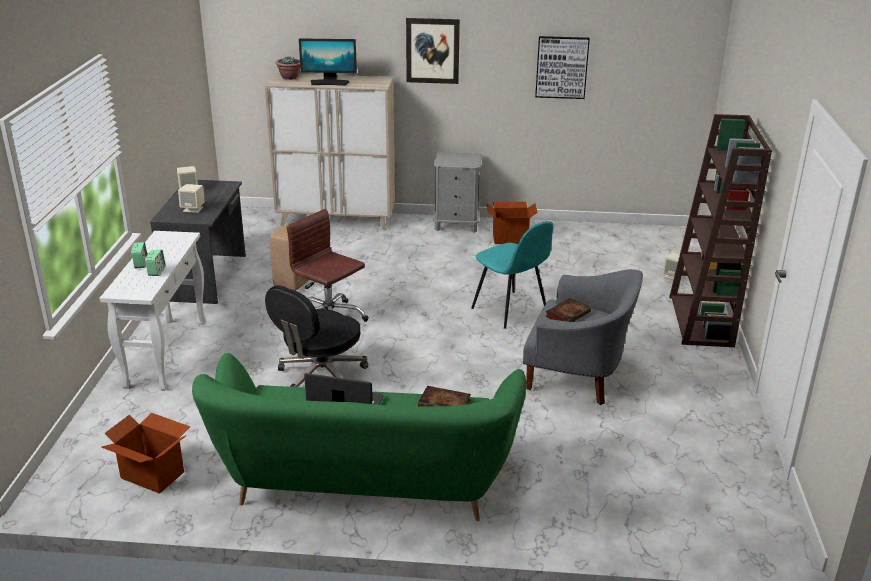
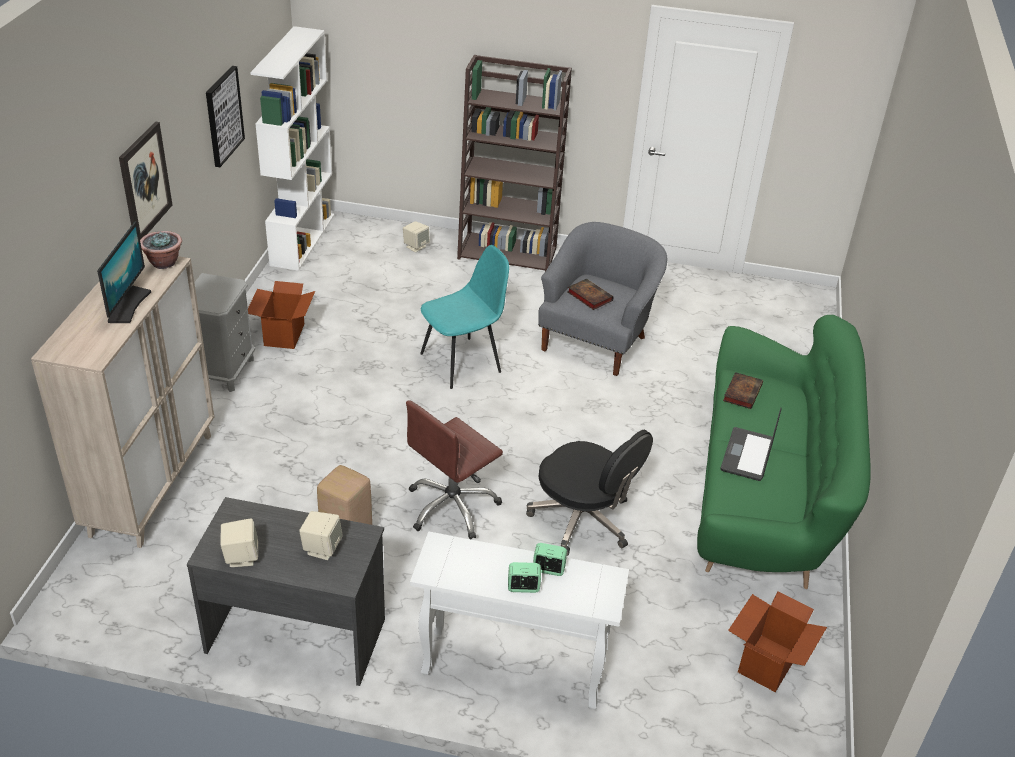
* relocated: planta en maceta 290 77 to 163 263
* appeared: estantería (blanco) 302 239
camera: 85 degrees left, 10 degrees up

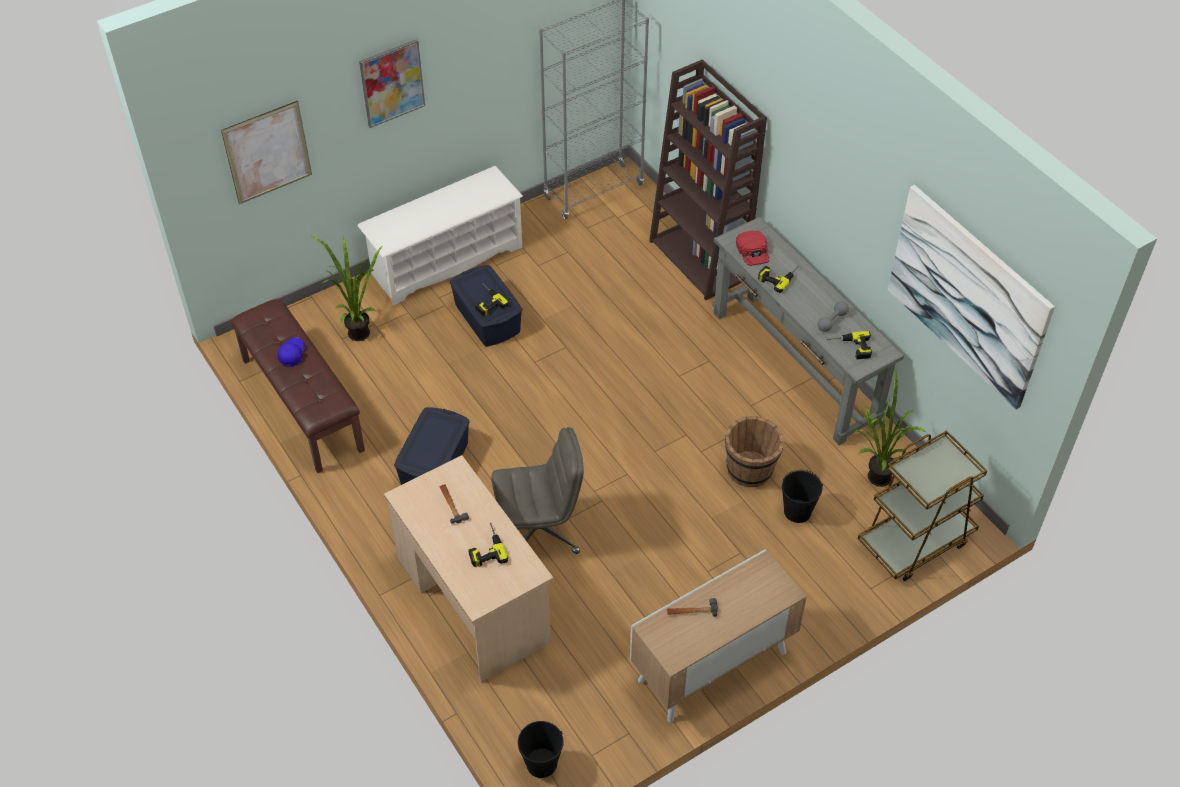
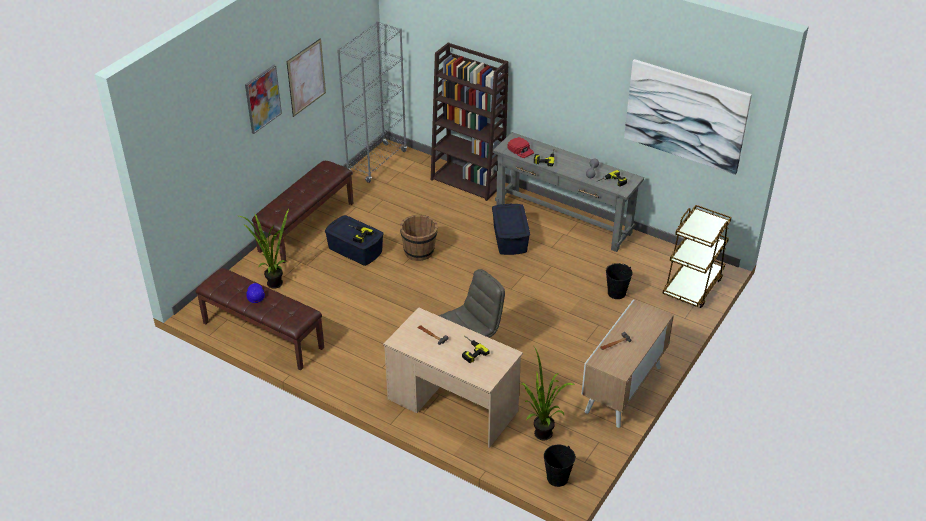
* relocated: cuadro 267 152 to 306 77
* exchanged: zapatero (blanco) 446 260 to banco (marrón) 306 226
* relocated: planta en maceta 873 479 to 540 436
* relocated: caja de almacenaje (azul) 434 464 to 509 238
* relocated: cubo (marrón) 750 470 to 419 252
camera: 25 degrees left, 10 degrees down

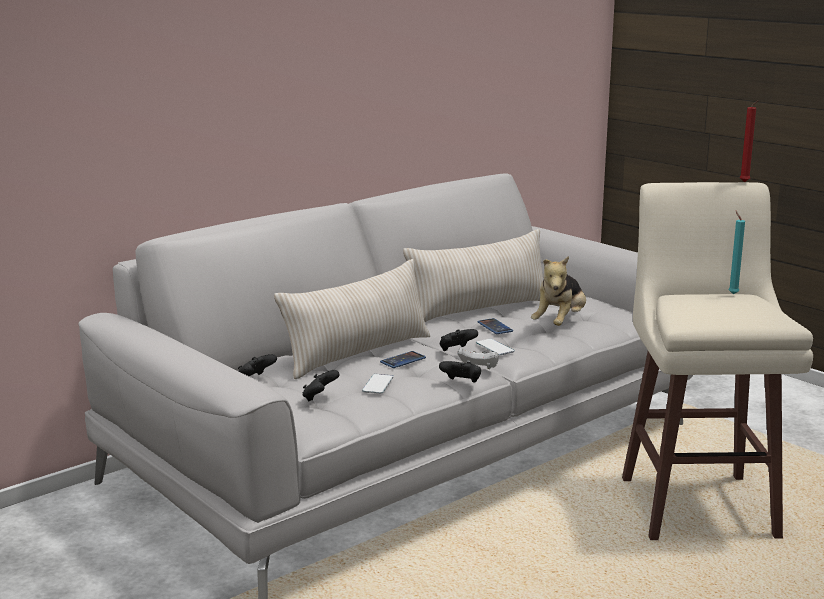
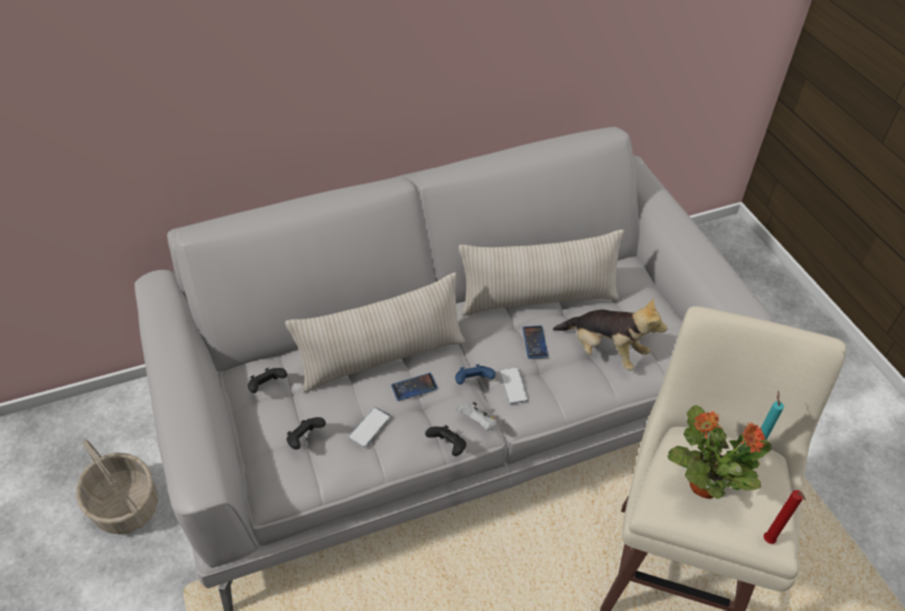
* relocated: vela (rojo) 745 182 to 768 542
* spun: peluche 560 323 = 605 350 105 degrees counterclockwise
* colour: mando de consola (negro) 456 350 to mando de consola (azul) 473 382
* appeared: planta en maceta 703 484
* appeared: cesta 127 506
camera: 20 degrees right, 30 degrees up

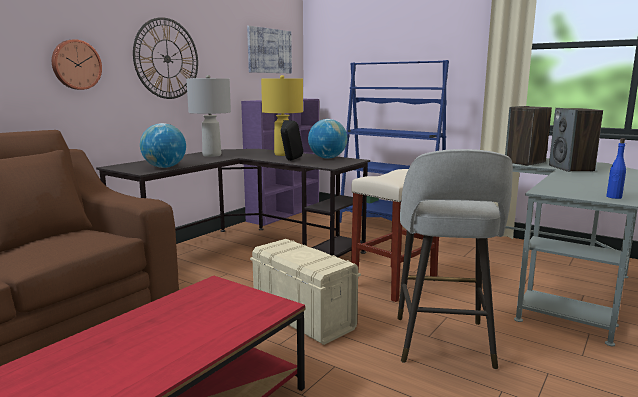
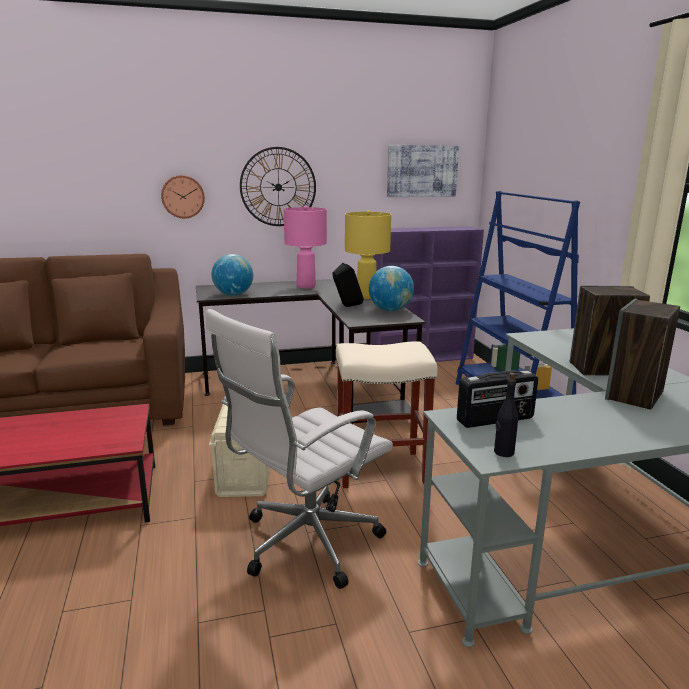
* colour: lámpara de mesa (gris) 211 155 to lámpara de mesa (rosa) 305 286
* colour: botella (azul) 614 197 to botella (negro) 503 452
* exchanged: taburete (gris) 443 343 to silla de oficina (blanco) 304 544
* appeared: radio 495 420
camera: 40 degrees right, 5 degrees up

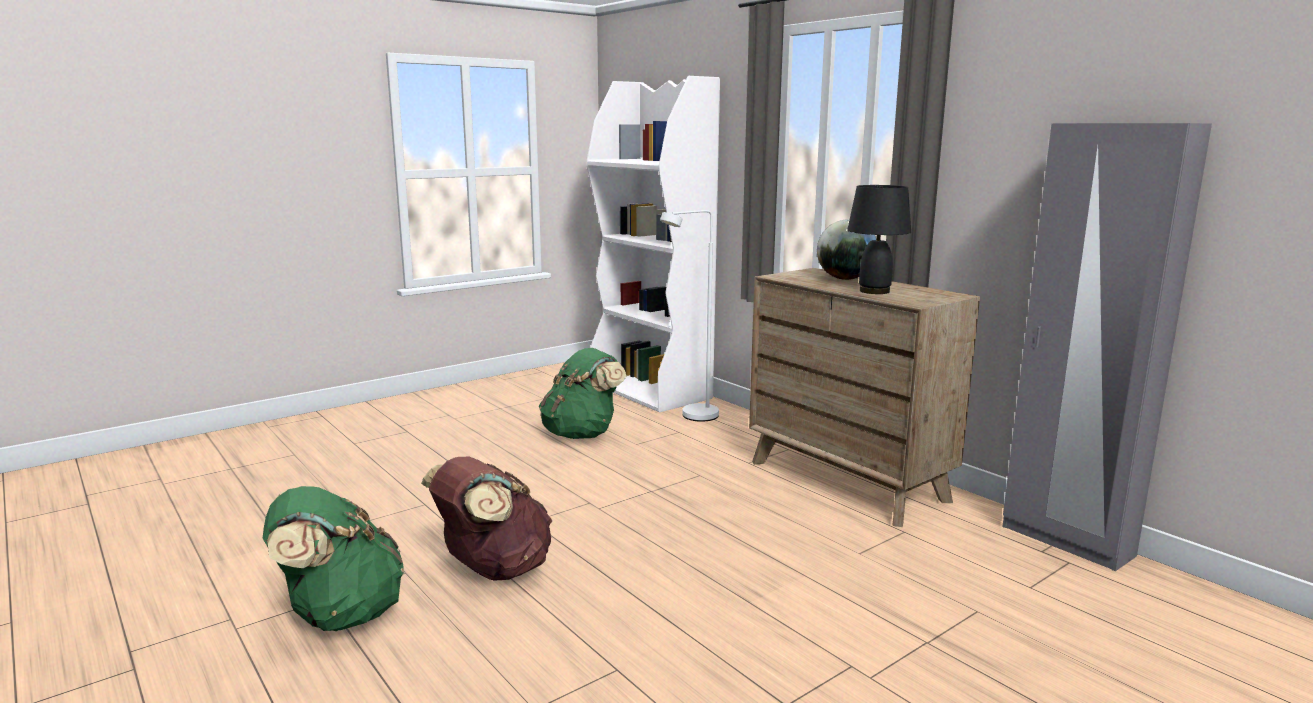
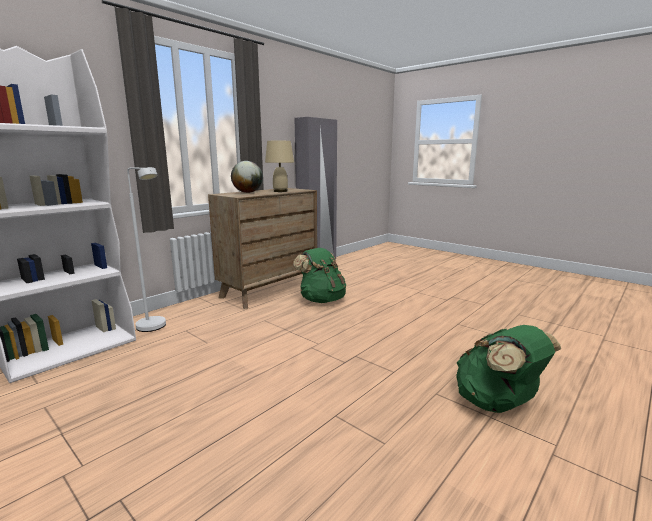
* colour: lámpara de mesa (negro) 874 291 to lámpara de mesa (beis) 280 191
* relocated: mochila (verde) 582 434 to 321 300
* missing: mochila (marrón) 493 569
camera: 100 degrees left, 0 degrees up

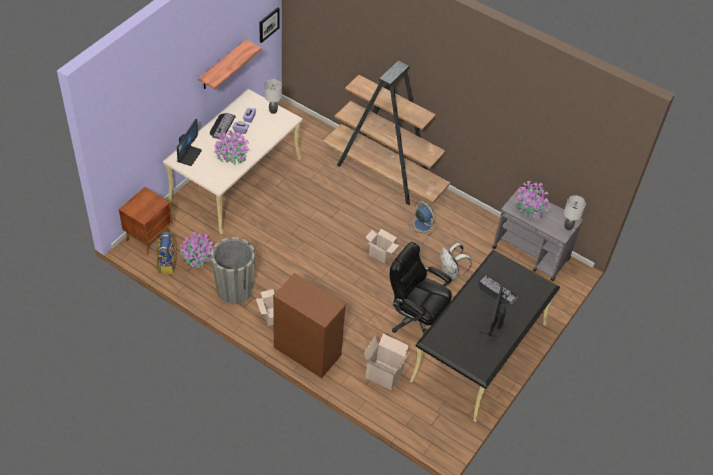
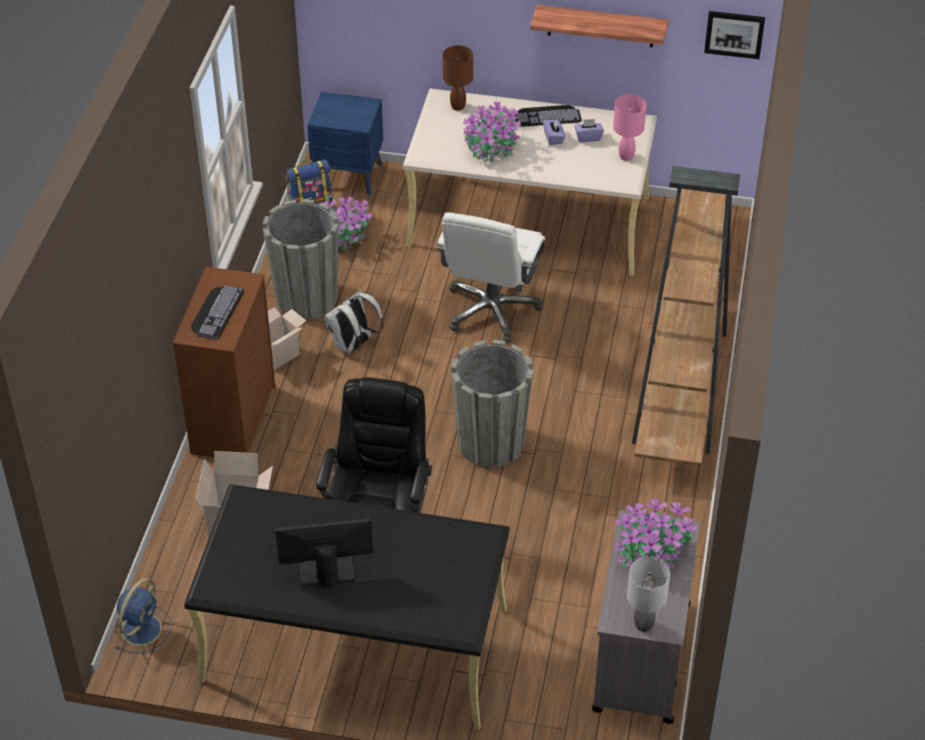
* colour: lámpara de mesa (gris) 273 111 to lámpara de mesa (rosa) 626 156
* exchanged: monitor 189 155 to lámpara de mesa (marrón) 458 106
* colour: mesita de noche (marrón) 149 237 to mesita de noche (azul) 350 177
* relocated: ventilador (azul) 422 224 to 142 628
* exchanged: caja de cartón 381 255 to maceta (gris) 491 443
* relocated: mochila (blanco) 451 273 to 353 346
* relocated: teclado 496 291 to 215 311
* appeared: silla de oficina (blanco) 491 310
camera: 70 degrees right, 5 degrees down

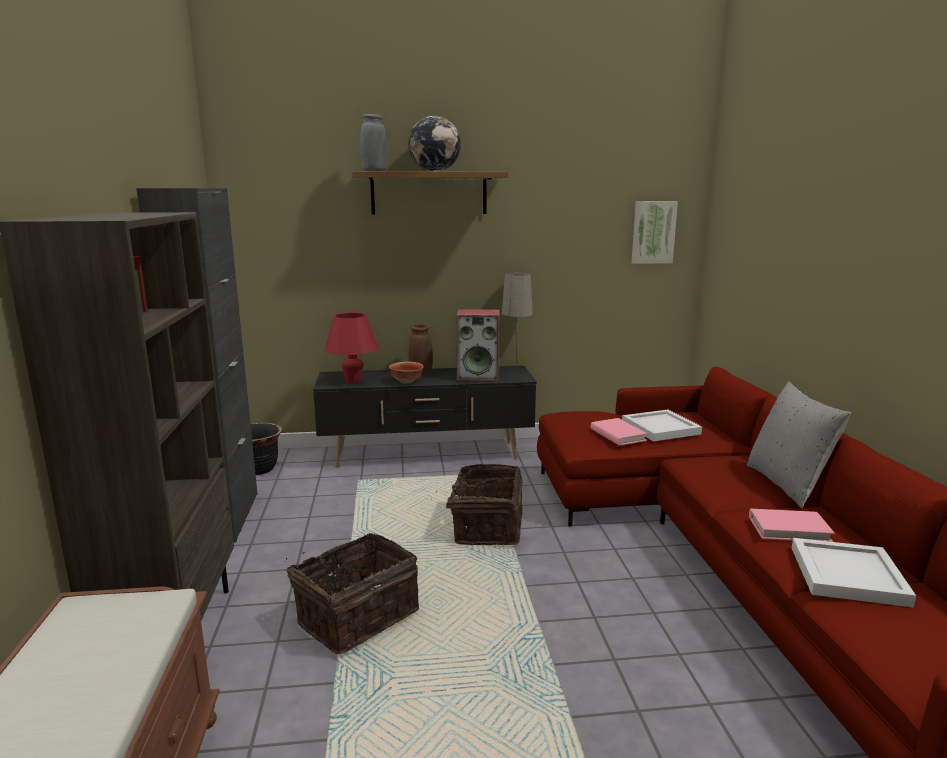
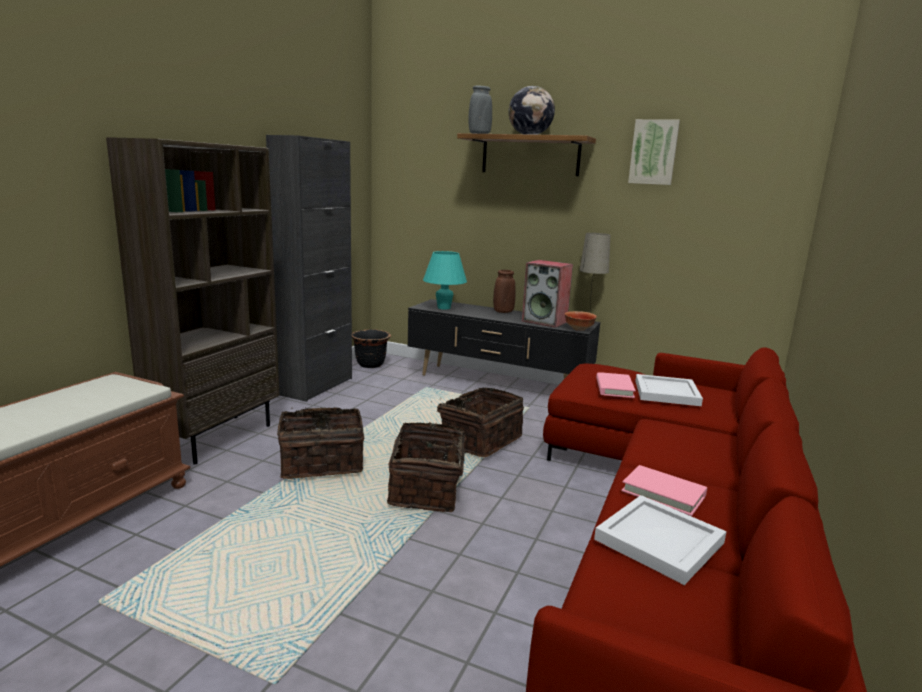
* relocated: cuadro 653 232 to 653 152
* colour: lámpara de mesa (rojo) 353 381 to lámpara de mesa (turquesa) 444 308
* relocated: cuenco 407 381 to 579 329
* missing: cojín (gris) 787 484
* appeared: cesta 427 489
camera: 30 degrees right, 0 degrees up

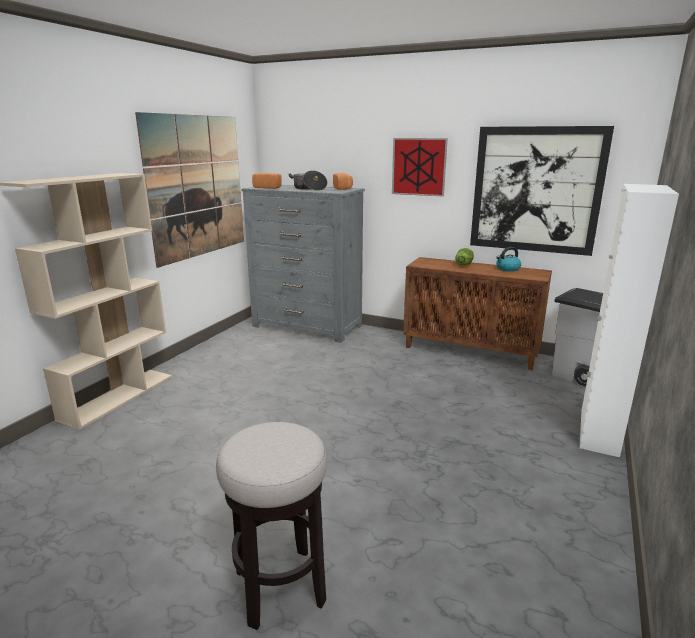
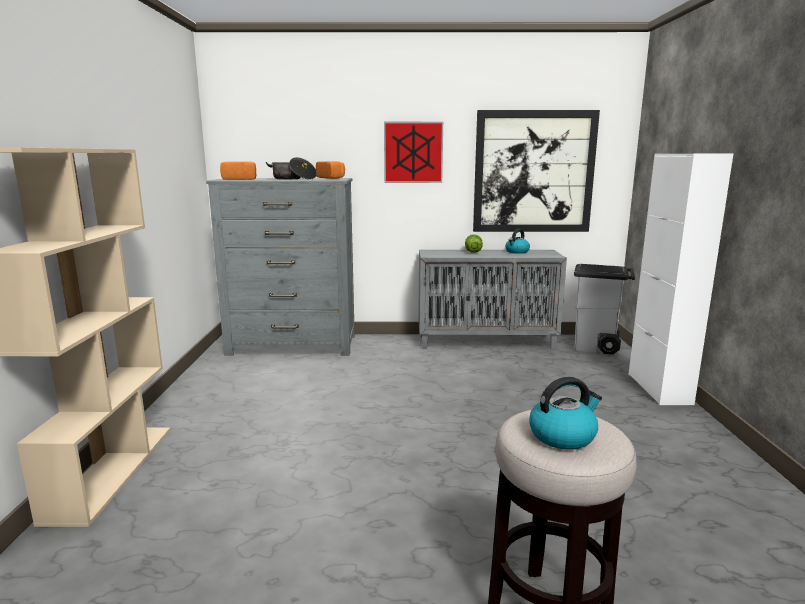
* missing: cuadro 197 187
* colour: armario (marrón) 471 351 to armario (gris) 486 342
* appeared: hervidor 563 436
camera: 25 degrees left, 5 degrees down

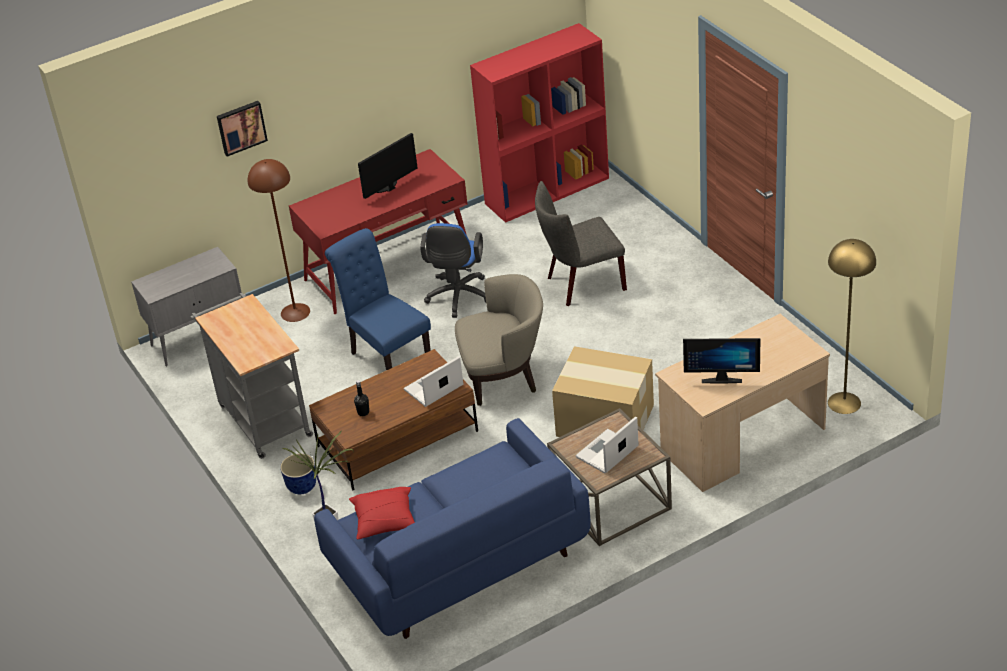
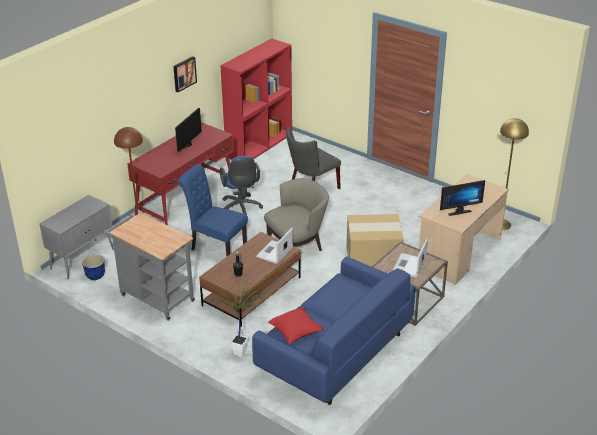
* relocated: cuadro 241 127 to 184 73
* relocated: maceta 302 487 to 95 276
camera: 25 degrees left, 5 degrees down

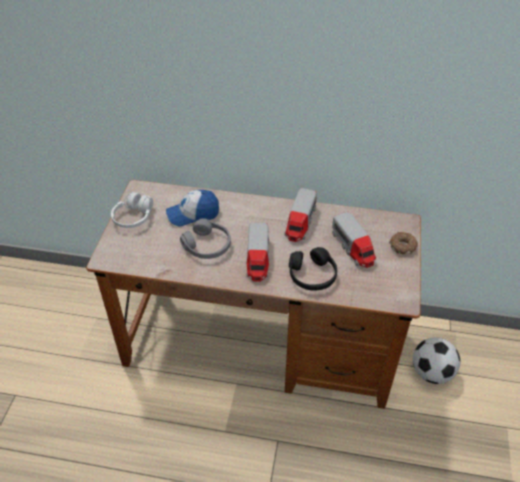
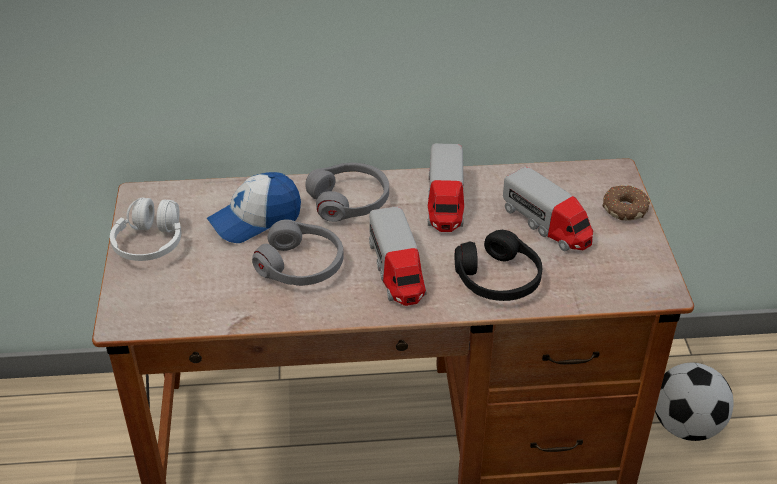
* appeared: auriculares (gris) 349 201
camera: 15 degrees left, 5 degrees down

